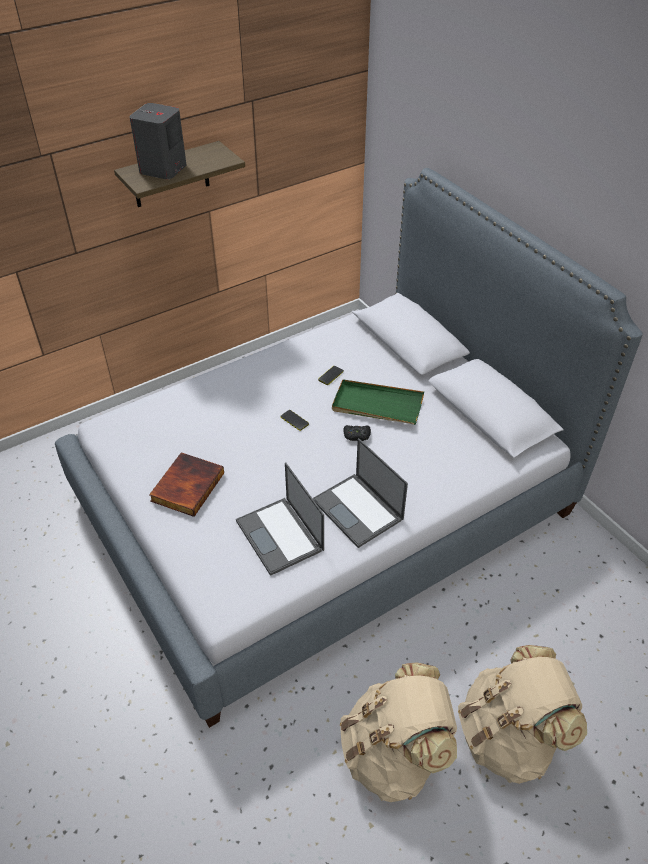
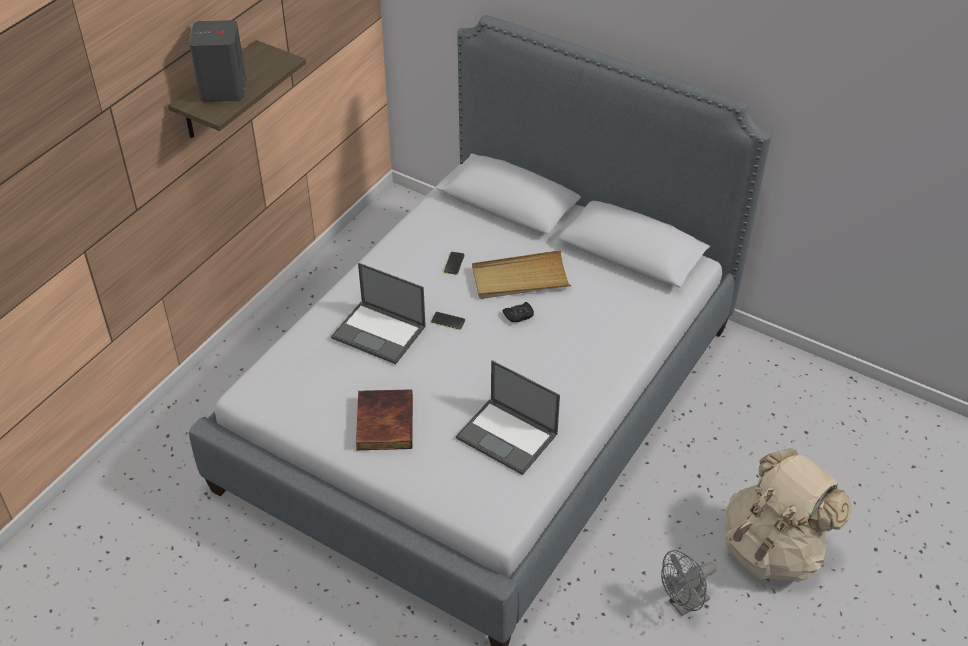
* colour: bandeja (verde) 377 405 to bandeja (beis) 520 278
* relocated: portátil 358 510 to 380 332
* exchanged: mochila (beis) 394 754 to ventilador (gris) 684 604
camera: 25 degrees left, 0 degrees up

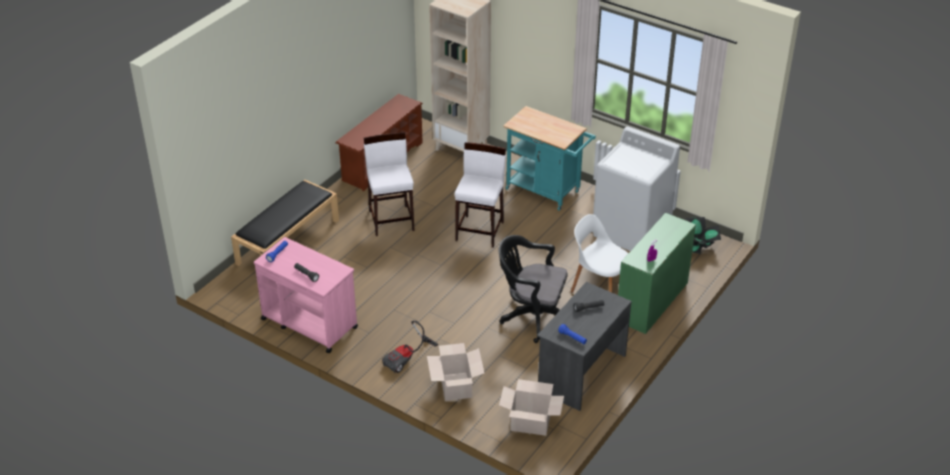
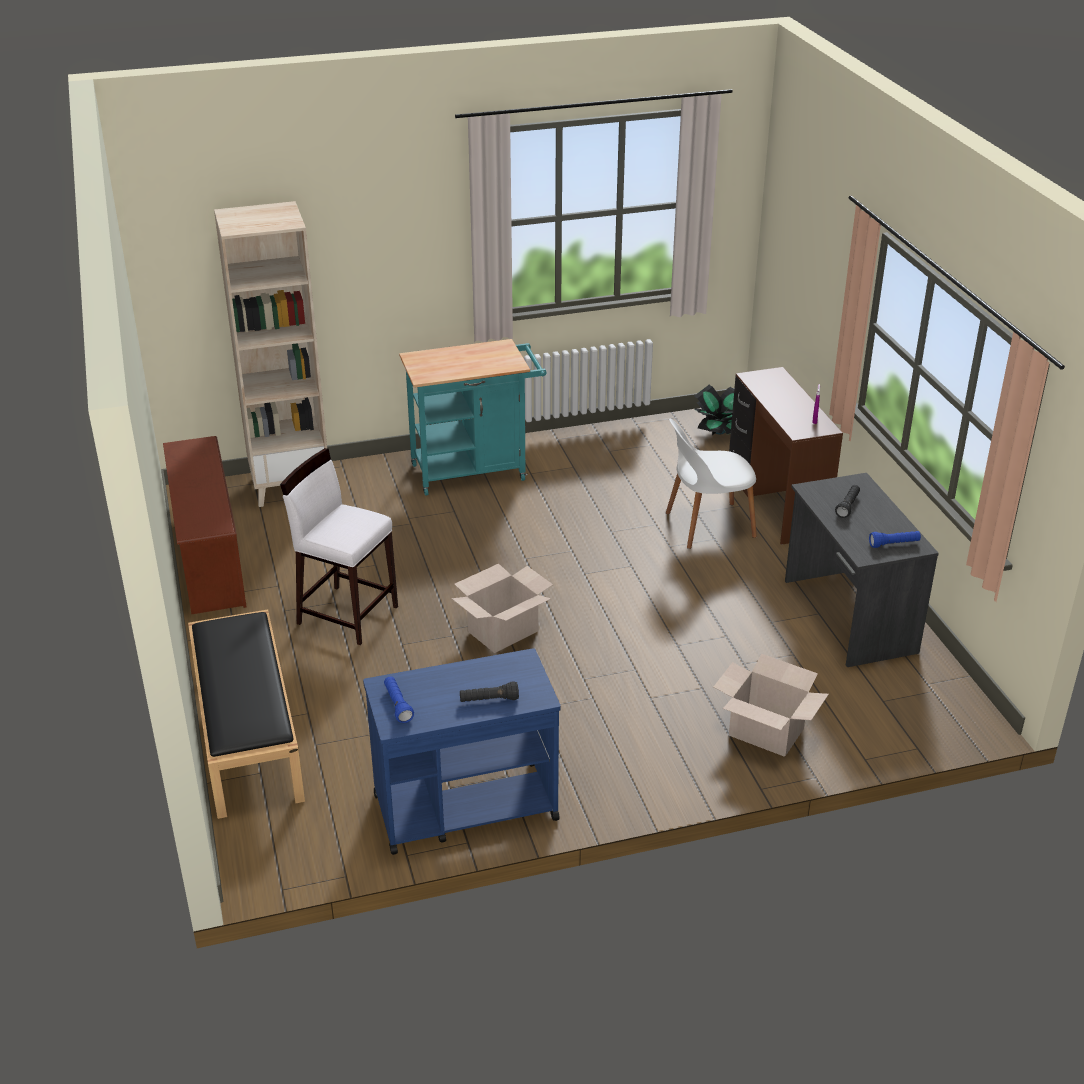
* missing: lavadora (blanco) 631 231
* missing: taburete (blanco) 480 231
* colour: escritorio (verde) 651 301 to escritorio (marrón) 775 504
* missing: silla de oficina (negro) 532 316
* colour: carrito (rosa) 309 323 to carrito (azul) 464 807
* missing: aspiradora 407 359
* relocated: caja de cartón 530 423 to 503 632
camera: 50 degrees left, 5 degrees down

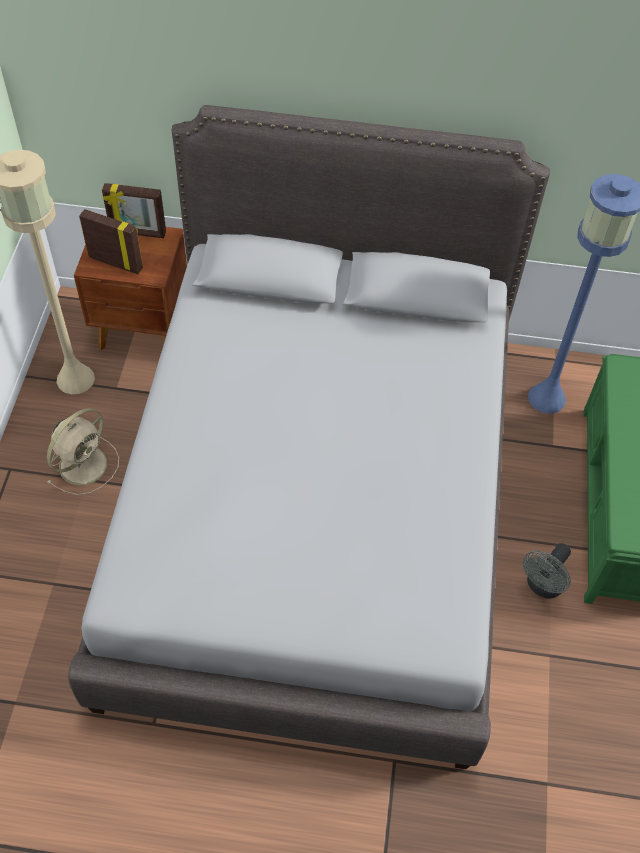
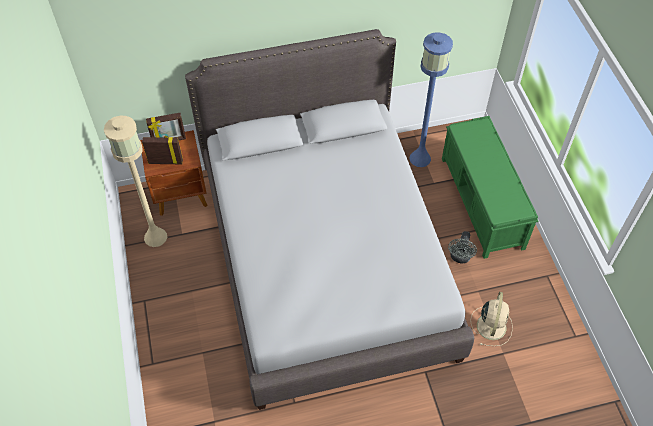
* relocated: ventilador (beis) 84 463 to 491 325
camera: 20 degrees left, 0 degrees up

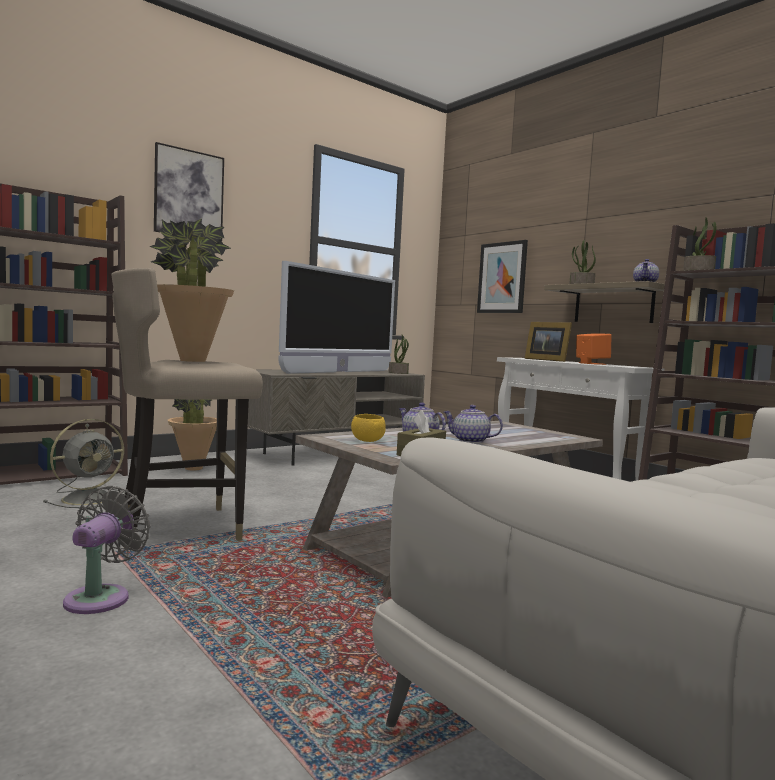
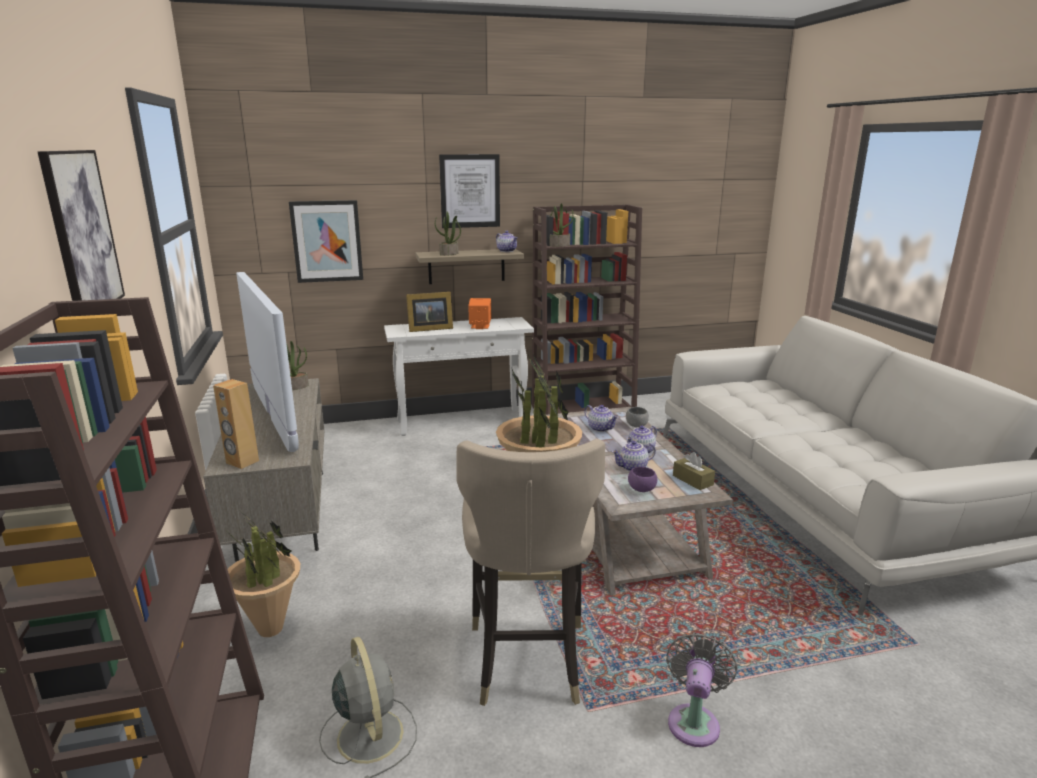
* colour: cuenco (amarillo) 367 441 to cuenco (morado) 642 489
* spun: ventilador (gris) 101 597 = 694 721 75 degrees clockwise
* appeared: cuadro 470 191
* appeared: altavoz (marrón) 242 462
* appeared: tetera 601 428
* appeared: cuenco (gris) 636 425
camera: 65 degrees left, 15 degrees up

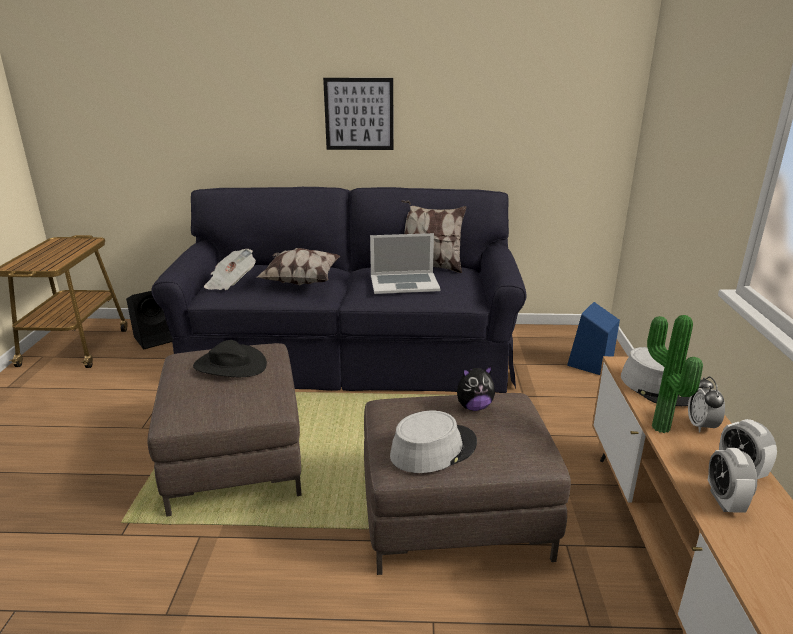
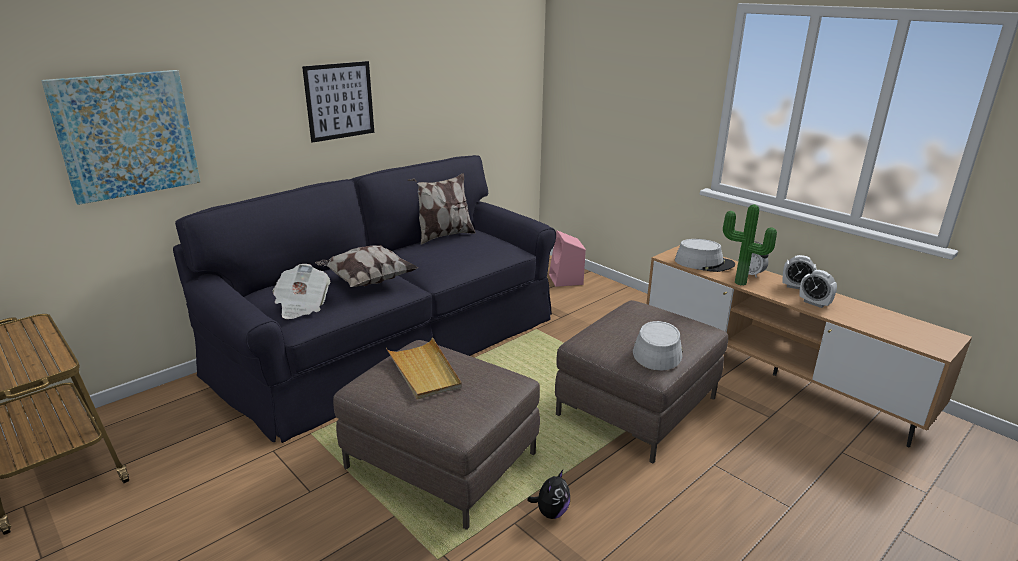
* missing: portátil 404 283
* missing: altavoz (negro) 156 338
* colour: altavoz (azul) 590 364 to altavoz (rosa) 566 280
* exchanged: sombrero (negro) 230 365 to bandeja (beis) 424 371
* relocated: peluche 474 407 to 551 512
* appeared: cuadro 127 135
camera: 45 degrees left, 0 degrees up

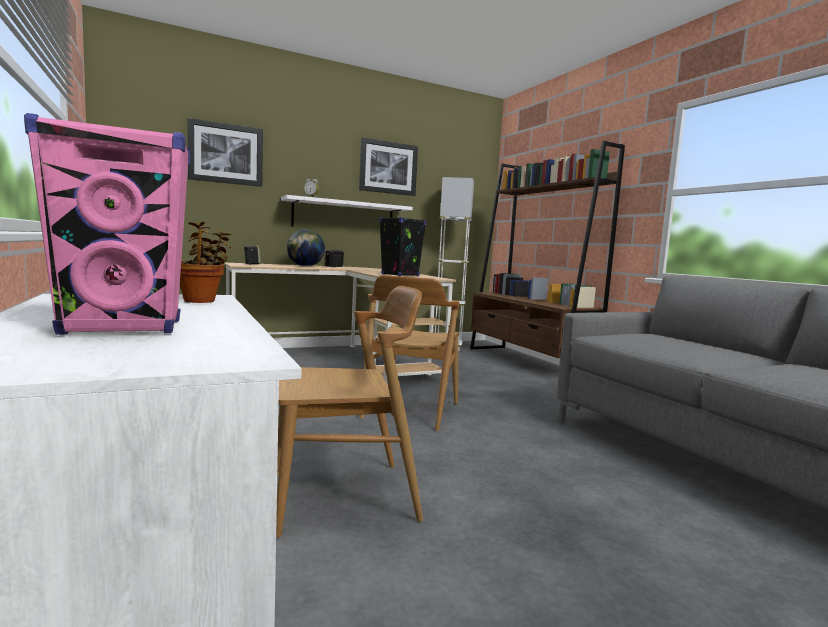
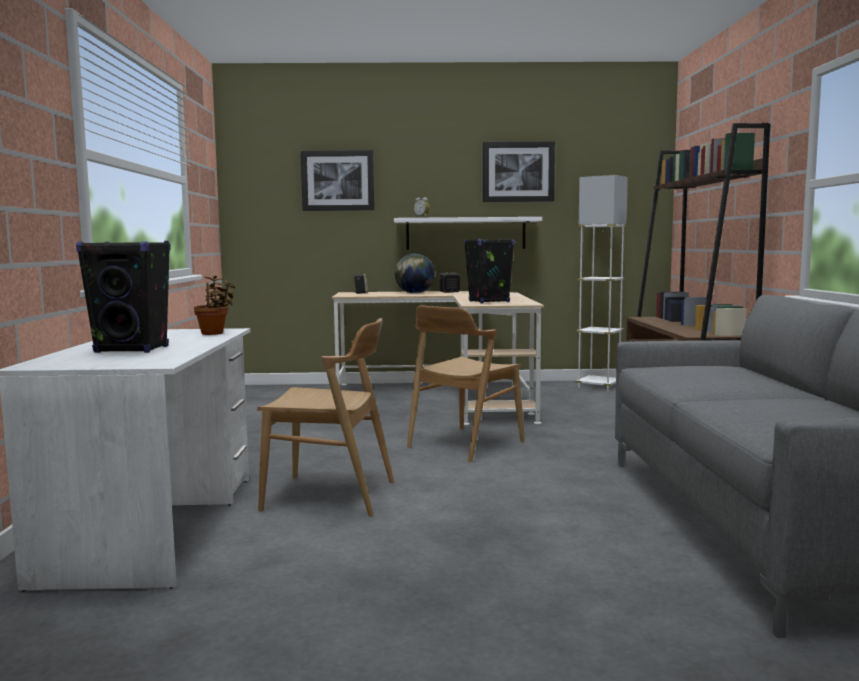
* colour: altavoz (rosa) 125 328 to altavoz (negro) 132 350
camera: 25 degrees right, 0 degrees up

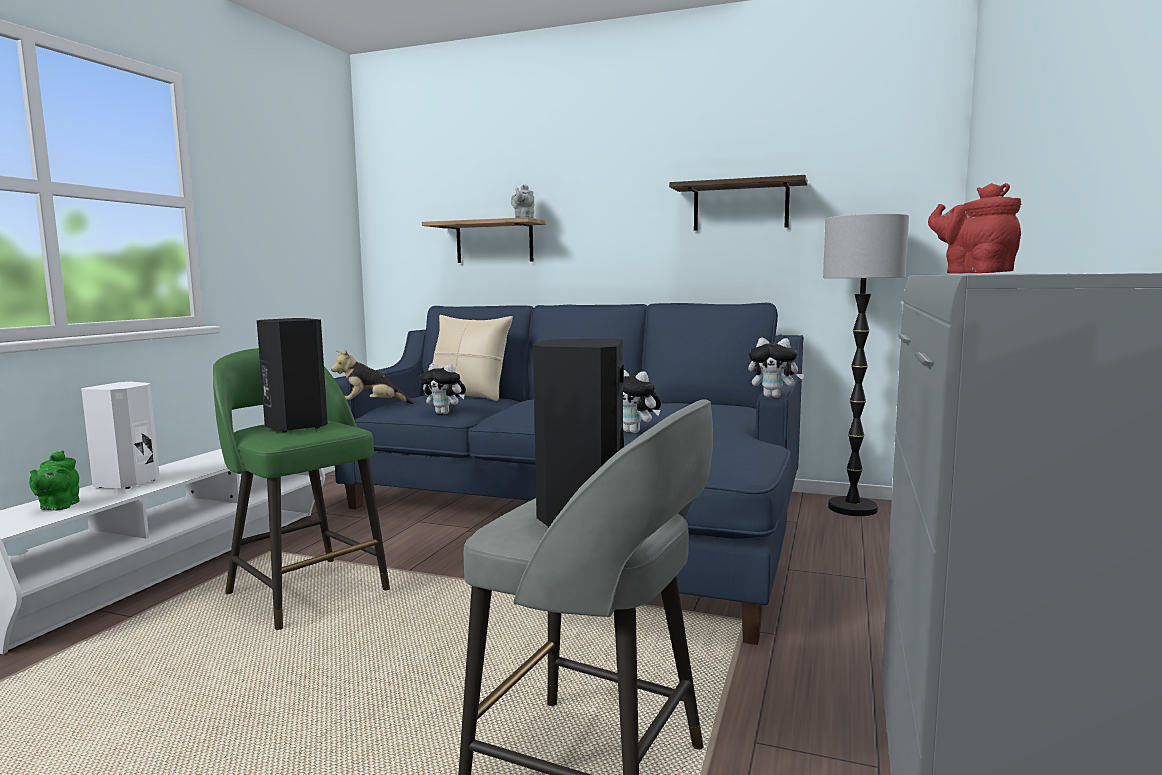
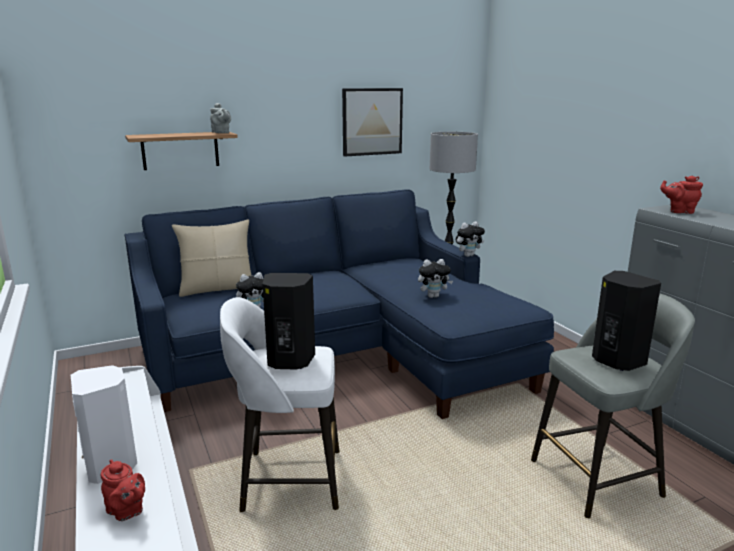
* exchanged: estante 740 206 to cuadro 372 121
* colour: taburete (verde) 305 590 to taburete (blanco) 288 479
* missing: peluche 372 406
* colour: tetera (verde) 58 506 to tetera (rojo) 126 511
camera: 45 degrees left, 10 degrees up

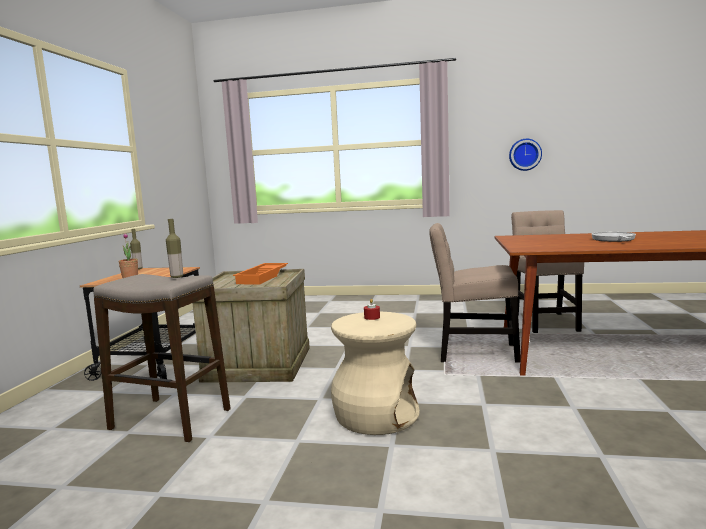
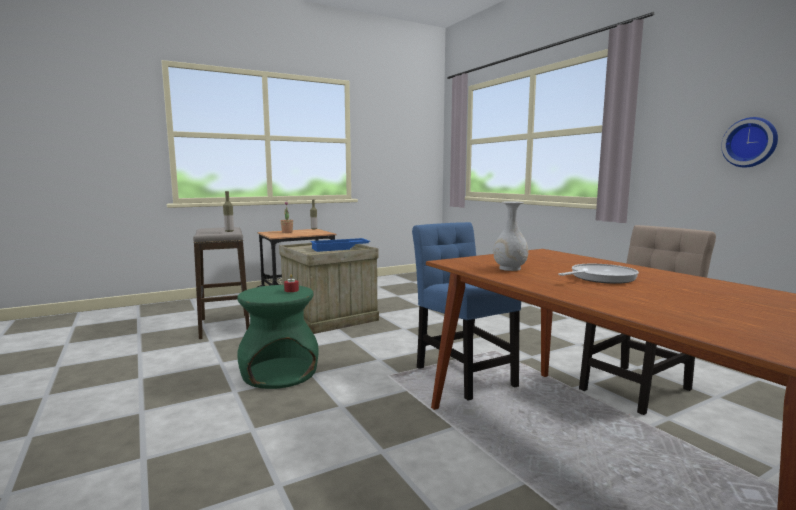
* colour: silla (beis) 473 352 to silla (azul) 462 374
* colour: bandeja (naranja) 263 277 to bandeja (azul) 340 248
* colour: taburete (beis) 376 415 to taburete (verde) 280 373
* appeared: florero (blanco) 509 268
camera: 50 degrees right, 0 degrees up

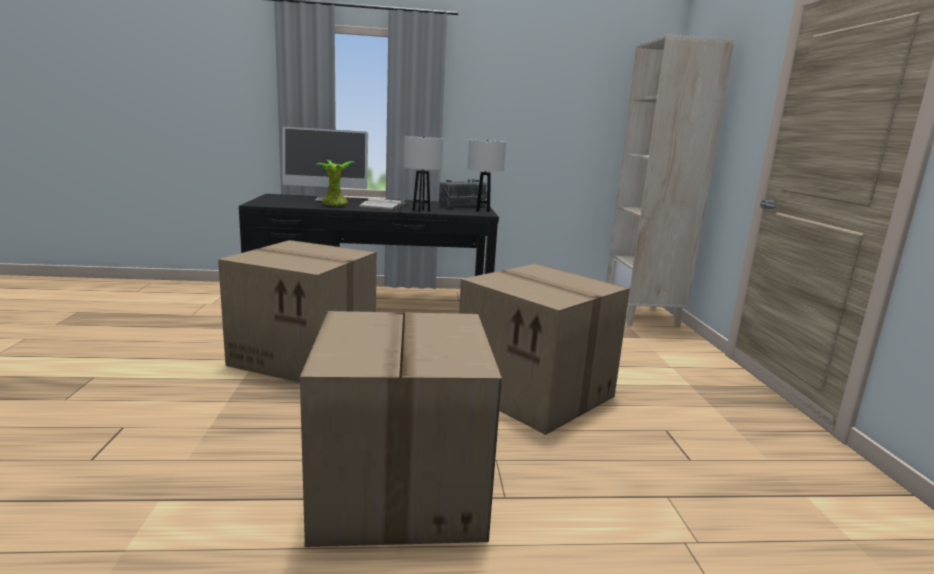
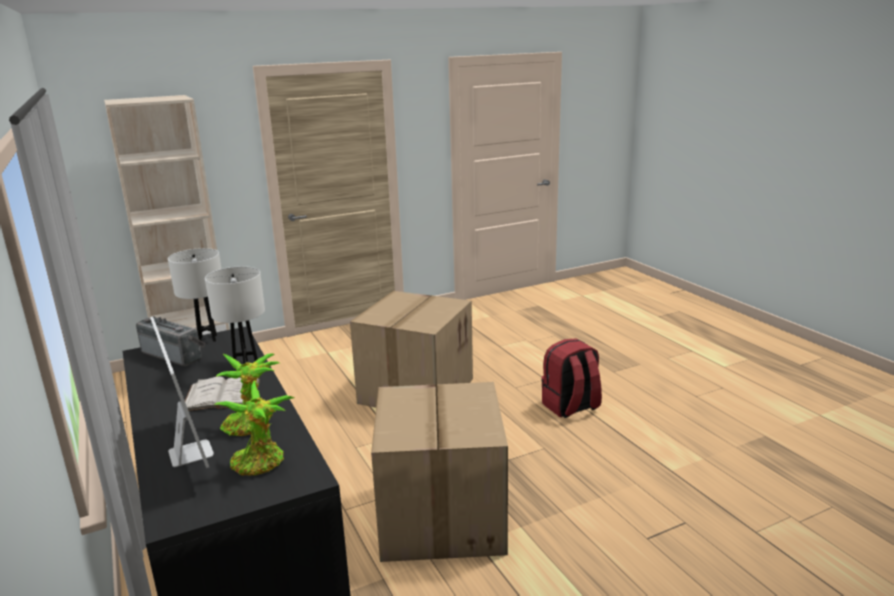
* exchanged: caja de cartón 397 485 to mochila (rojo) 570 407
* appeared: planta en maceta 261 464
camera: 110 degrees left, 5 degrees up

